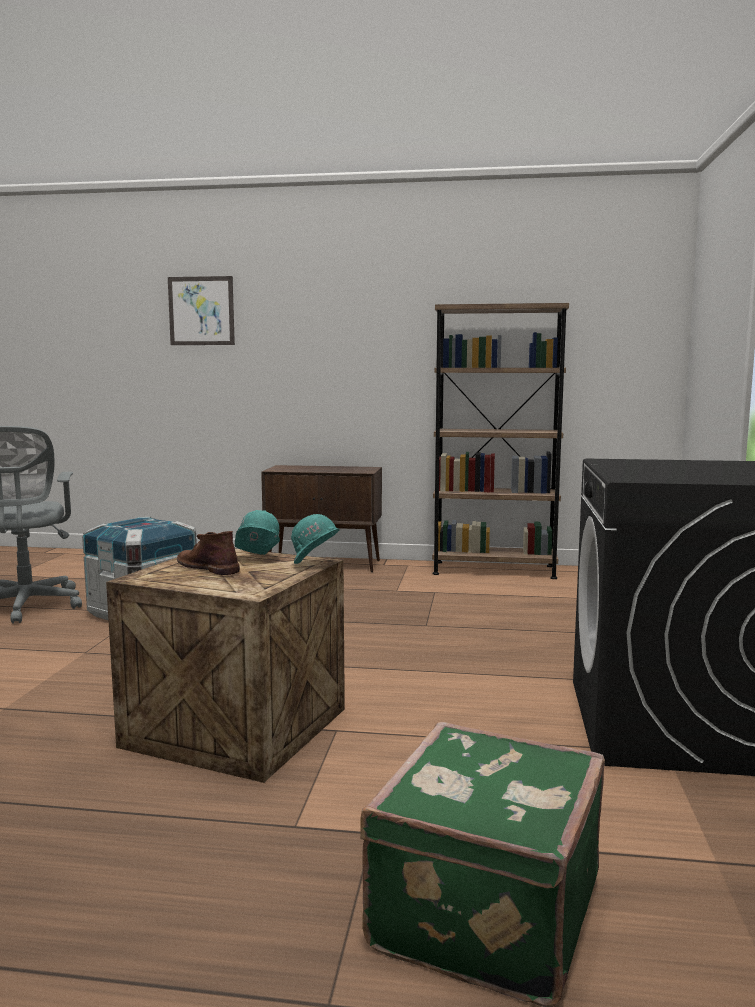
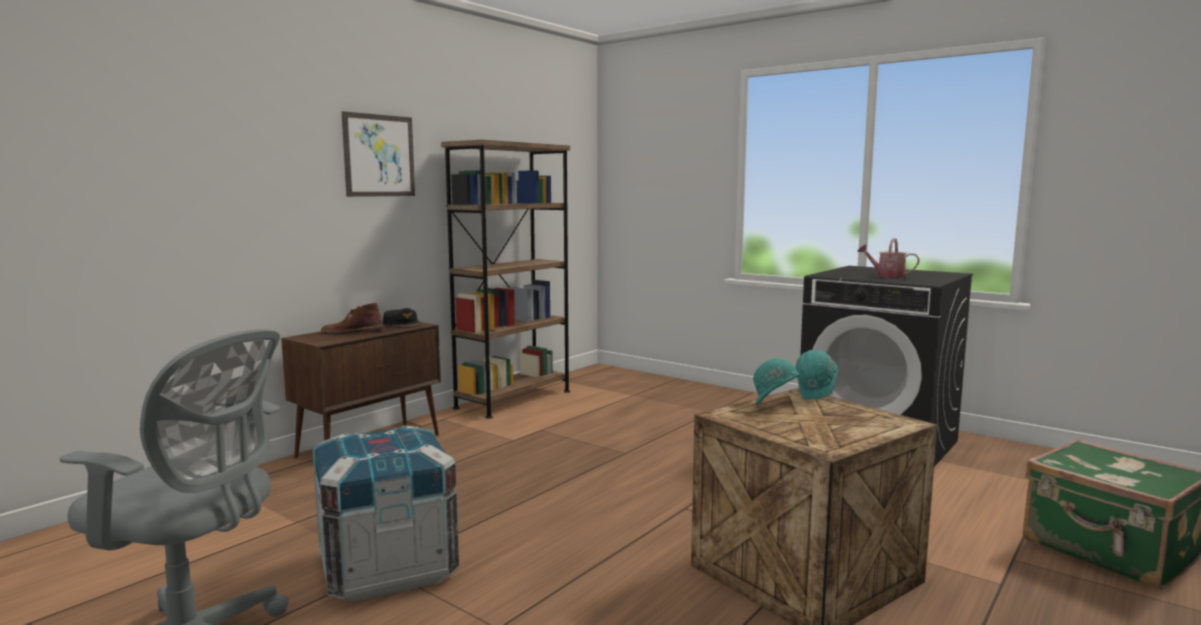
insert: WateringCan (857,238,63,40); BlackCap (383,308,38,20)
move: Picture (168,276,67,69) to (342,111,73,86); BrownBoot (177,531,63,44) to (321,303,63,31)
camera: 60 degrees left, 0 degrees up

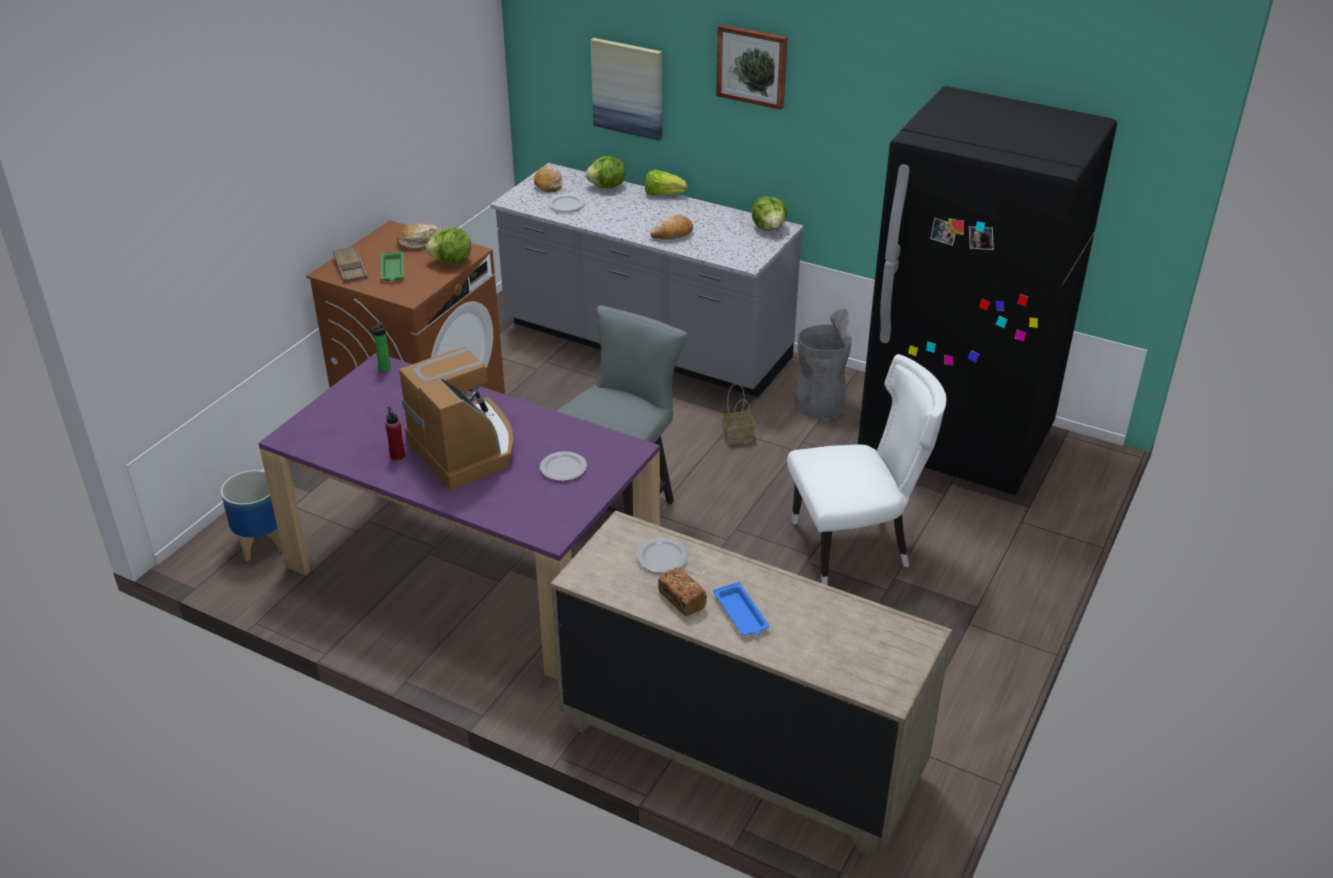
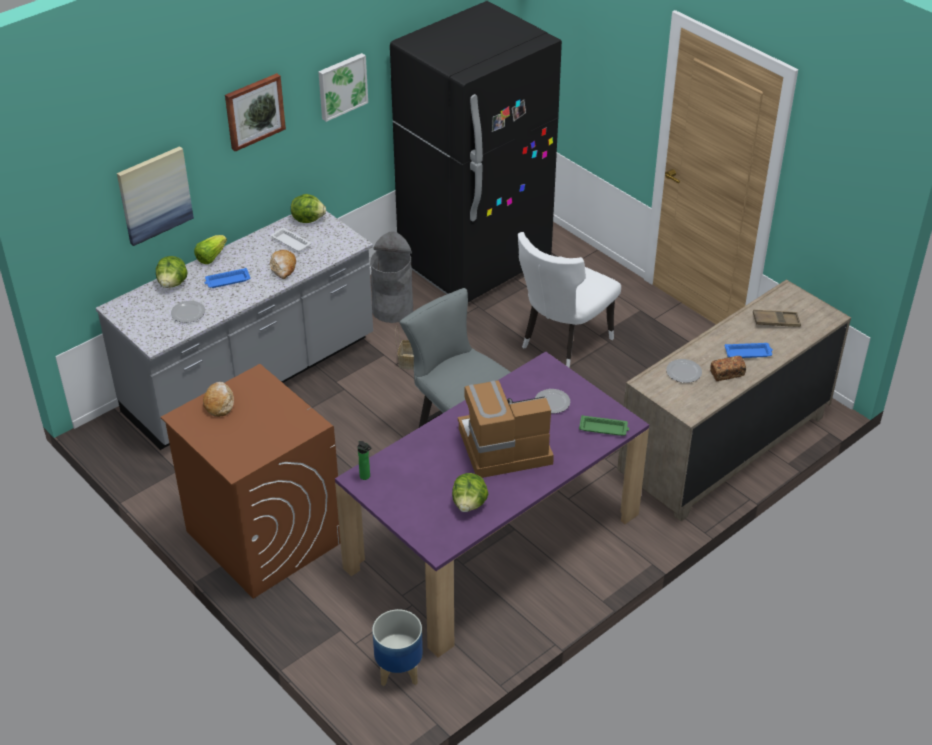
delete: Bread (534,165,29,27); RedBottle (385,407,20,53)
insert: Picture (318,53,50,69); WhiteTray (271,228,40,24); BlueTray (205,268,45,20)
move: Lettuce (426,228,45,36) to (452,473,36,39); BrownTray (333,246,35,36) to (753,310,48,17); GreenTray (381,251,23,30) to (579,415,50,21)
rotate: WhiteChair (787,354,159,231) = (518,232,103,136) 150 degrees counterclockwise
camera: 70 degrees left, 5 degrees up

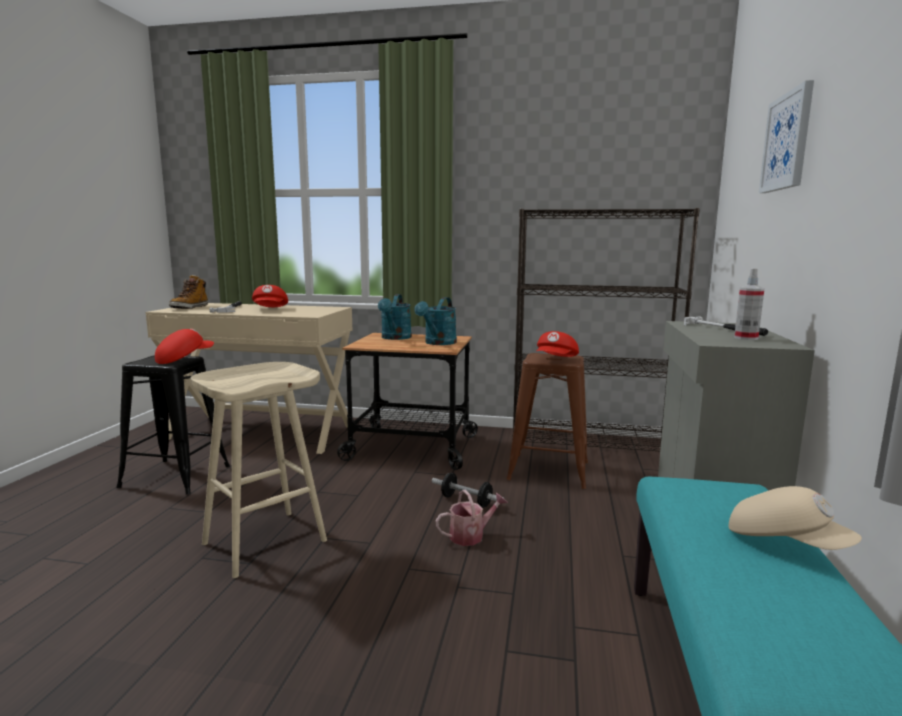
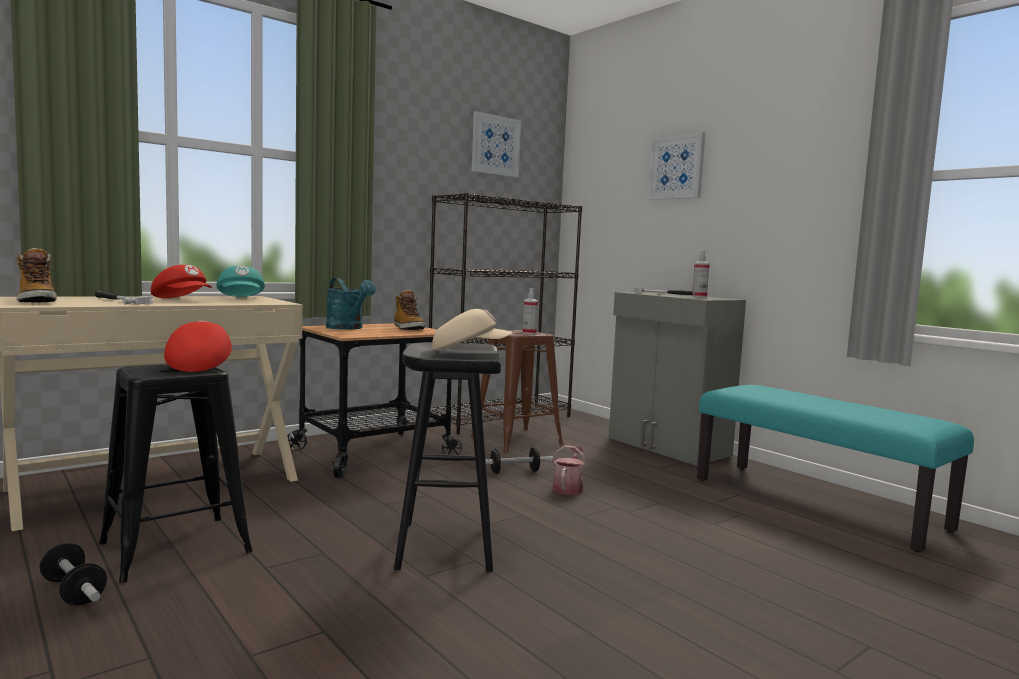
insert: Picture (472,111,49,66); TurquoiseCap (216,266,49,31); Dumbbell (40,542,67,64)
move: BeigeCap (728,486,134,64) to (432,309,81,42)
replace: TurquoiseWateringCan (414,297,43,48) to Boot (394,290,32,40); RedCap (537,331,42,26) to SprayBottle (523,288,15,46)
recolor: BeigeStool (191,362,136,216) to BlackStool (394,342,107,230)
camera: 50 degrees left, 5 degrees down

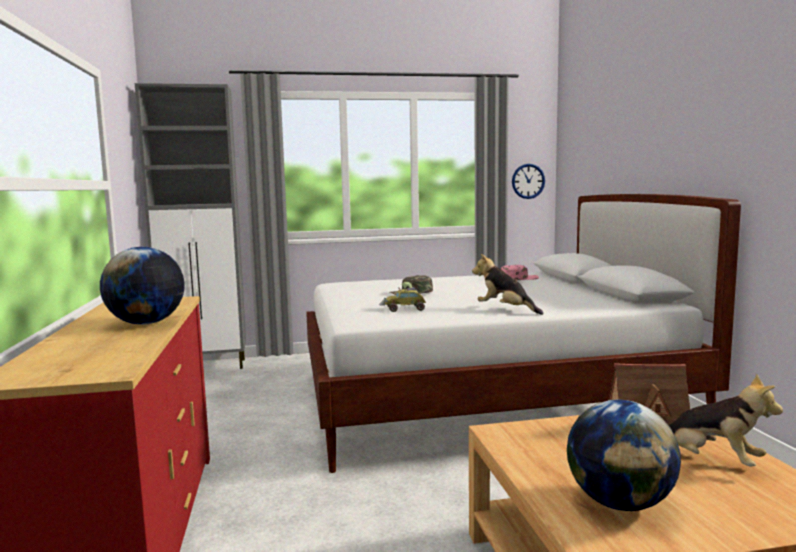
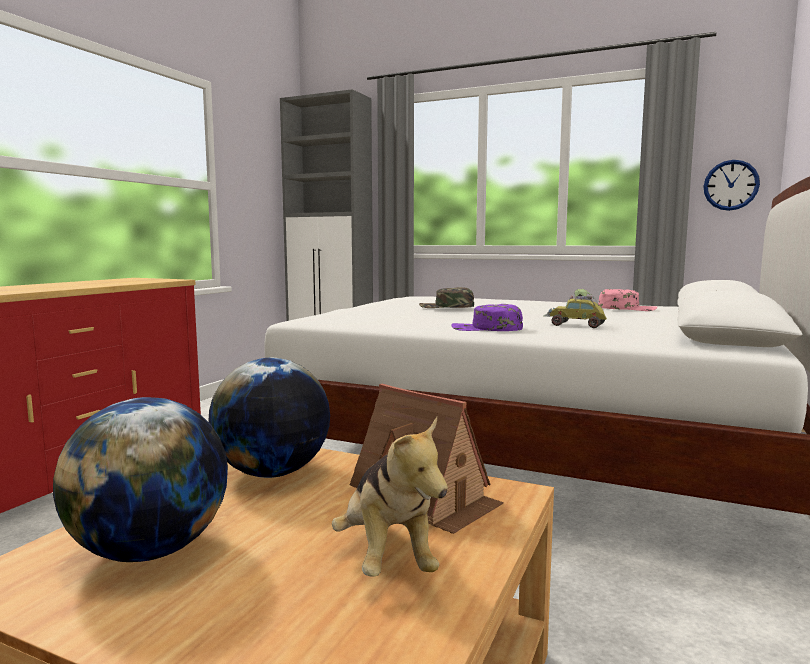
move: Globe (100,247,85,78) to (208,358,122,120); ToyCar (379,282,47,30) to (543,289,64,39)
replace: PlushToy (472,254,72,61) to PurpleCap (452,304,71,27)
camera: 35 degrees right, 0 degrees up

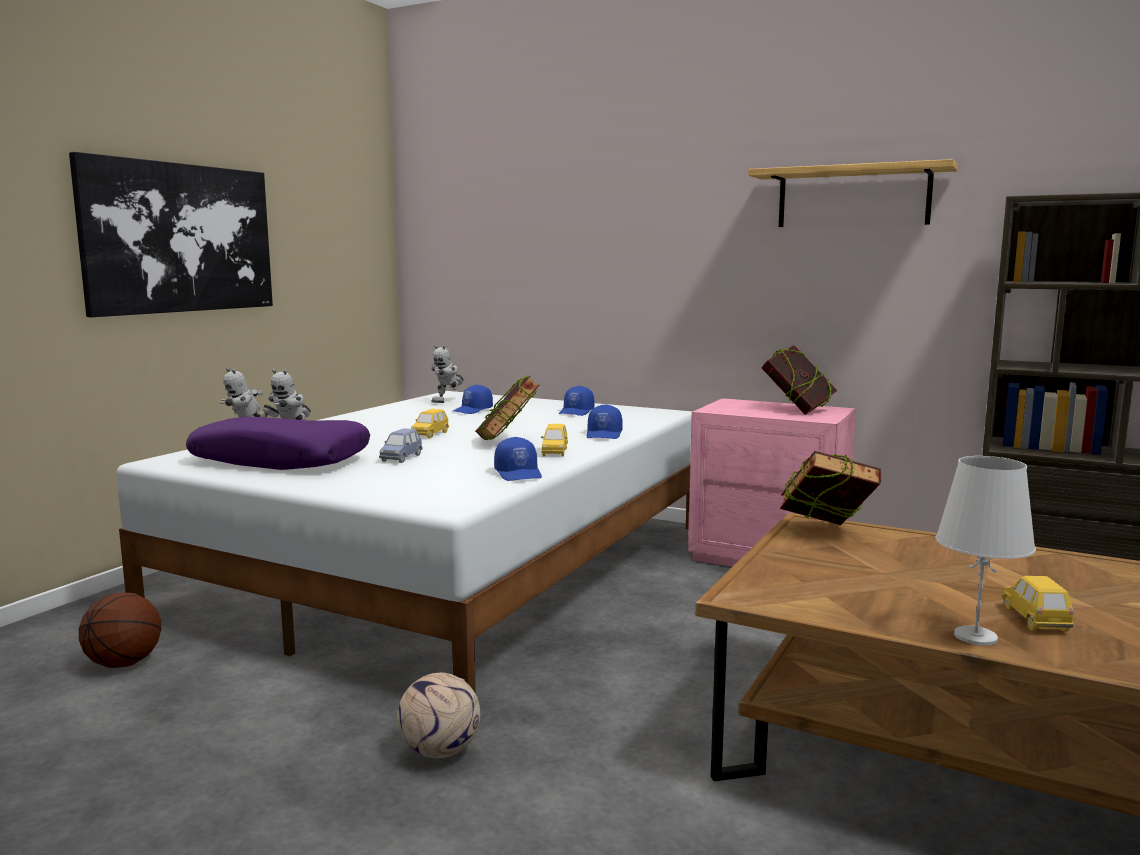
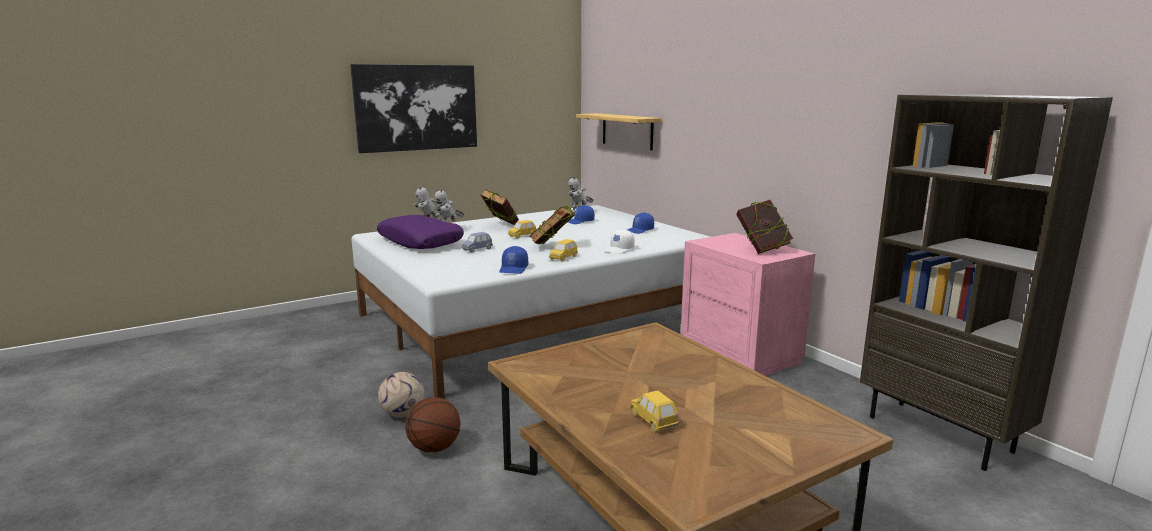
delete: WhiteTableLamp (936,456,100,190)
move: Shelf (748,159,210,68) to (576,113,85,37); Book (780,451,101,74) to (481,189,38,36); Basketball (79,593,82,75) to (405,397,56,55)
recolor: BlueCap (586,404,37,35) to WhiteCap (604,229,31,25)
rotate: YellowToyCar (1003,576,71,56) = (630,390,49,42) 60 degrees counterclockwise
camera: 30 degrees right, 5 degrees up

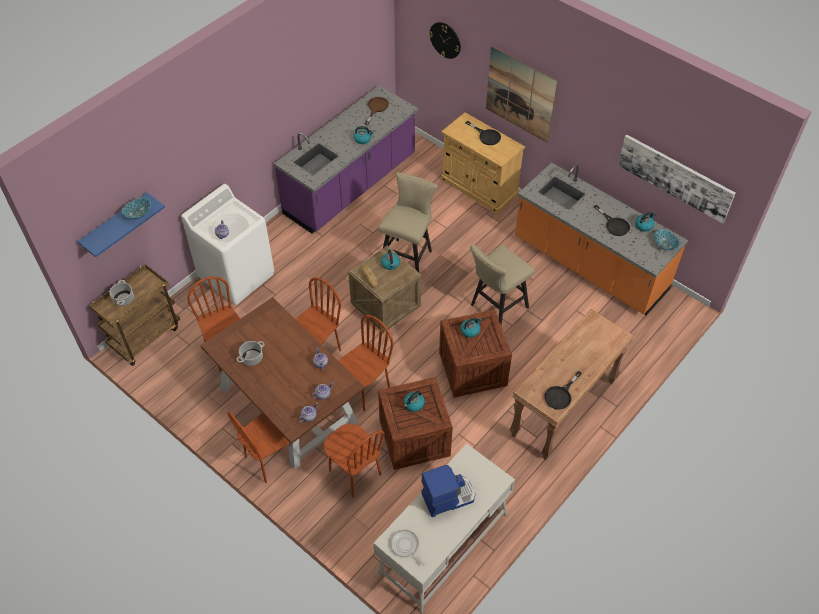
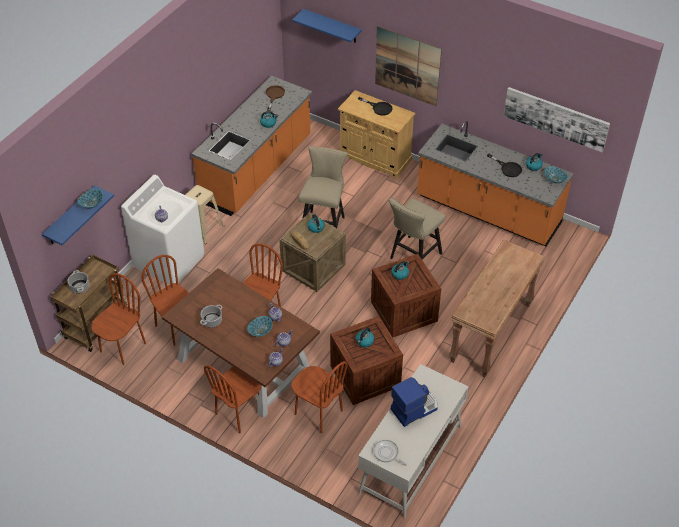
delete: BlackFryingPan (544,371,38,39)
insert: BeigeStool (186,185,39,59); Bowl (247,316,26,21)
move: BrownChair (339,315,55,96) to (91,273,55,92)
replace: WallClock (429,22,32,37) to BlueShelf (292,9,70,34)
recolor: PurpleCounter (274,85,144,149) to OrangeCounter (192,76,120,140)
camera: 10 degrees left, 5 degrees down

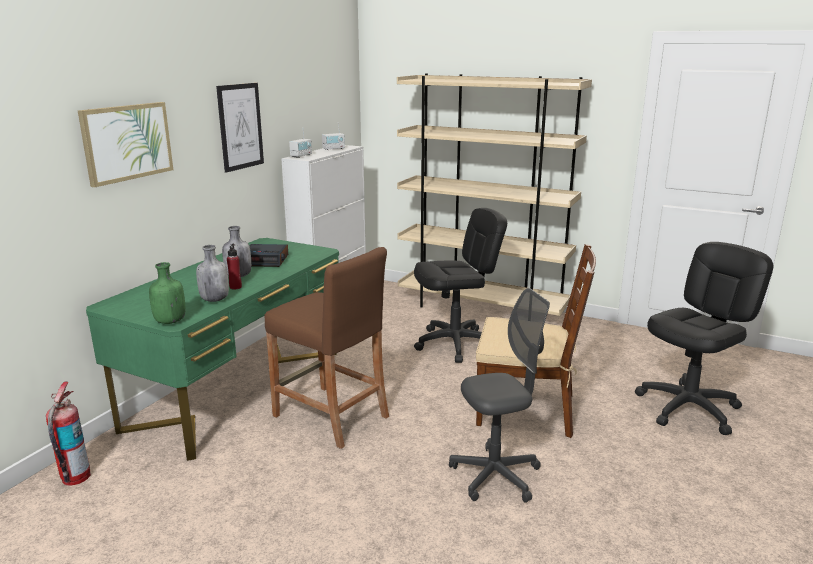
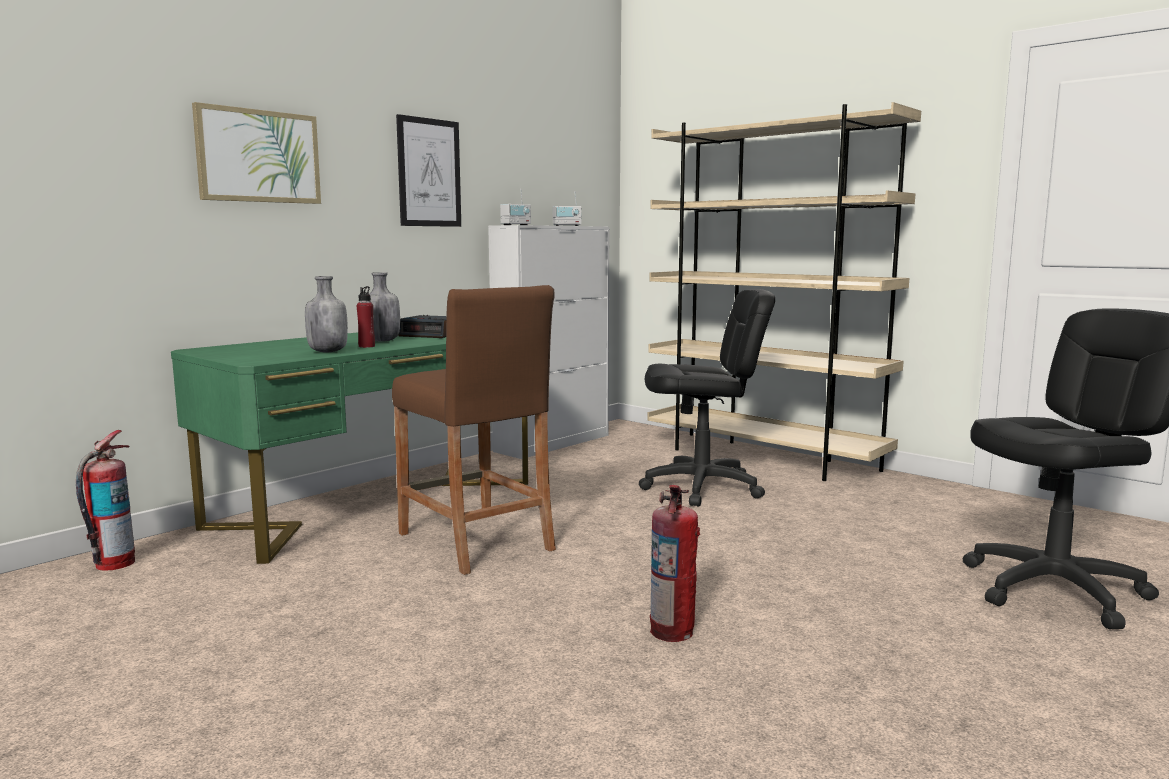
delete: BrownChair (476,244,120,194); GreenBottle (149,262,36,62)
replace: GreyOfficeChair (449,288,101,215) to FireExtinguisher (650,485,50,157)
camera: 15 degrees right, 10 degrees down

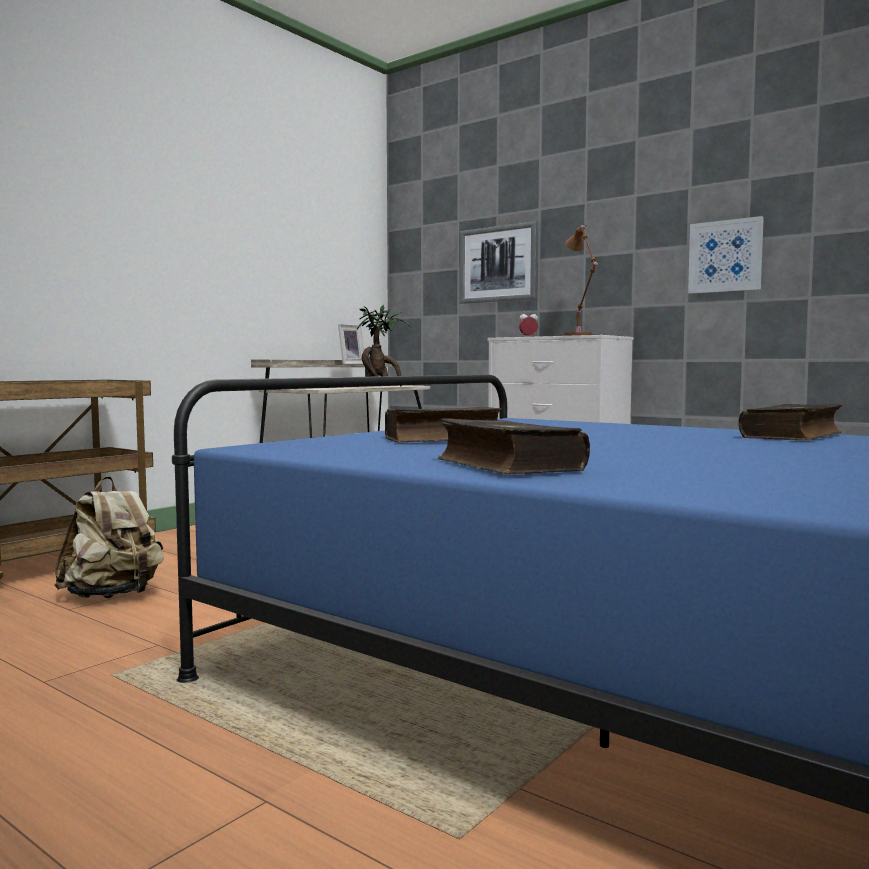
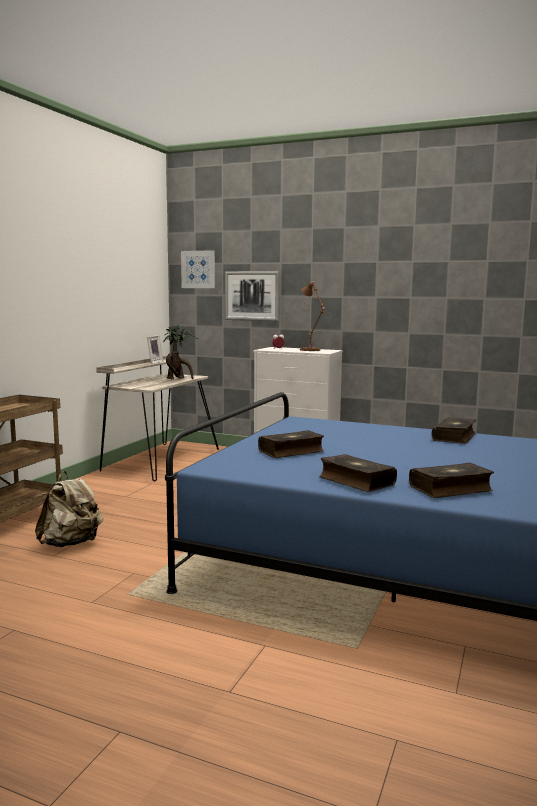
insert: Book (409,463,85,35)
move: Picture (688,216,76,78) to (181,250,34,38)
camera: 15 degrees left, 5 degrees up

